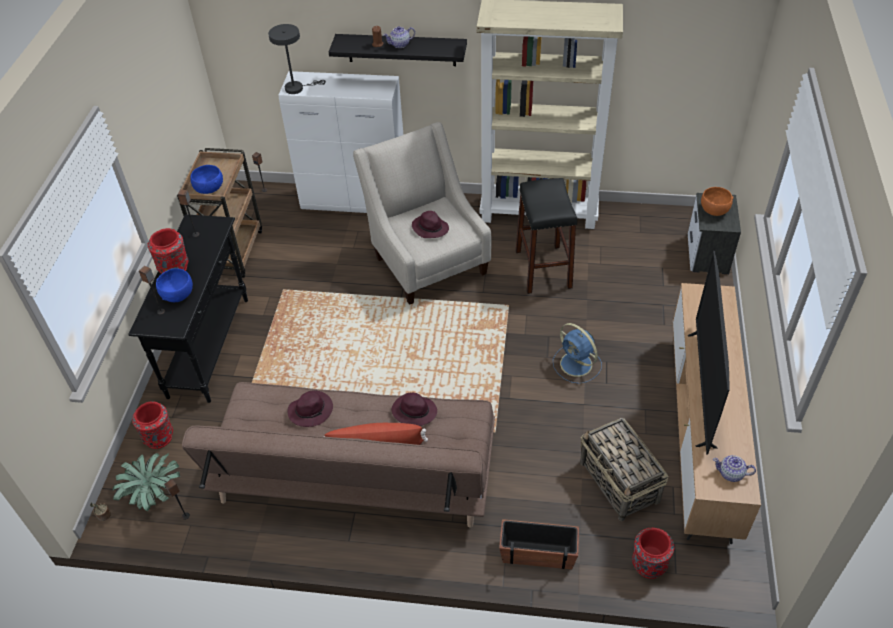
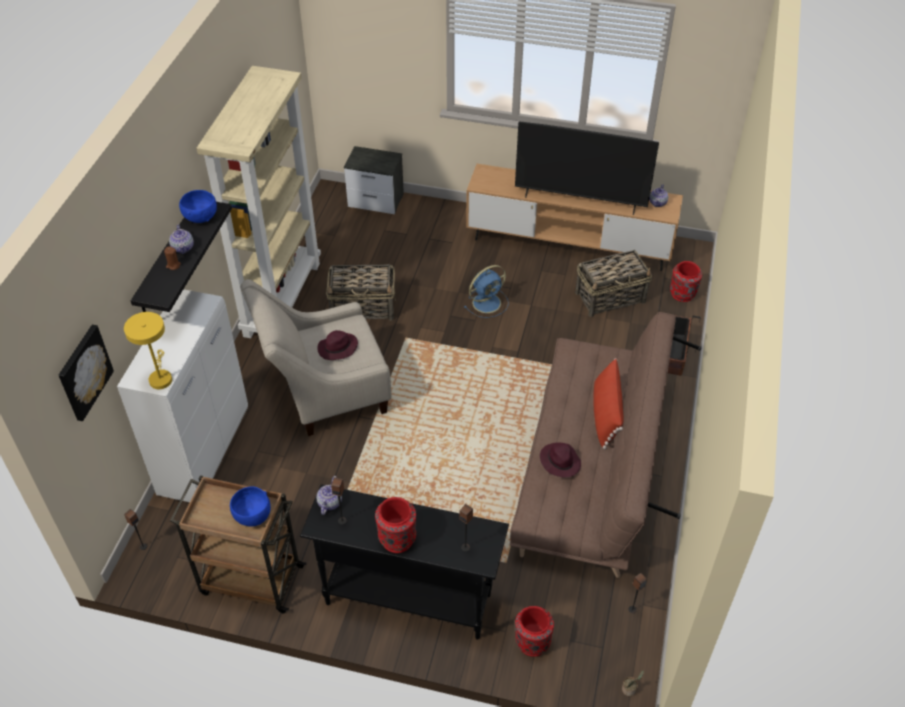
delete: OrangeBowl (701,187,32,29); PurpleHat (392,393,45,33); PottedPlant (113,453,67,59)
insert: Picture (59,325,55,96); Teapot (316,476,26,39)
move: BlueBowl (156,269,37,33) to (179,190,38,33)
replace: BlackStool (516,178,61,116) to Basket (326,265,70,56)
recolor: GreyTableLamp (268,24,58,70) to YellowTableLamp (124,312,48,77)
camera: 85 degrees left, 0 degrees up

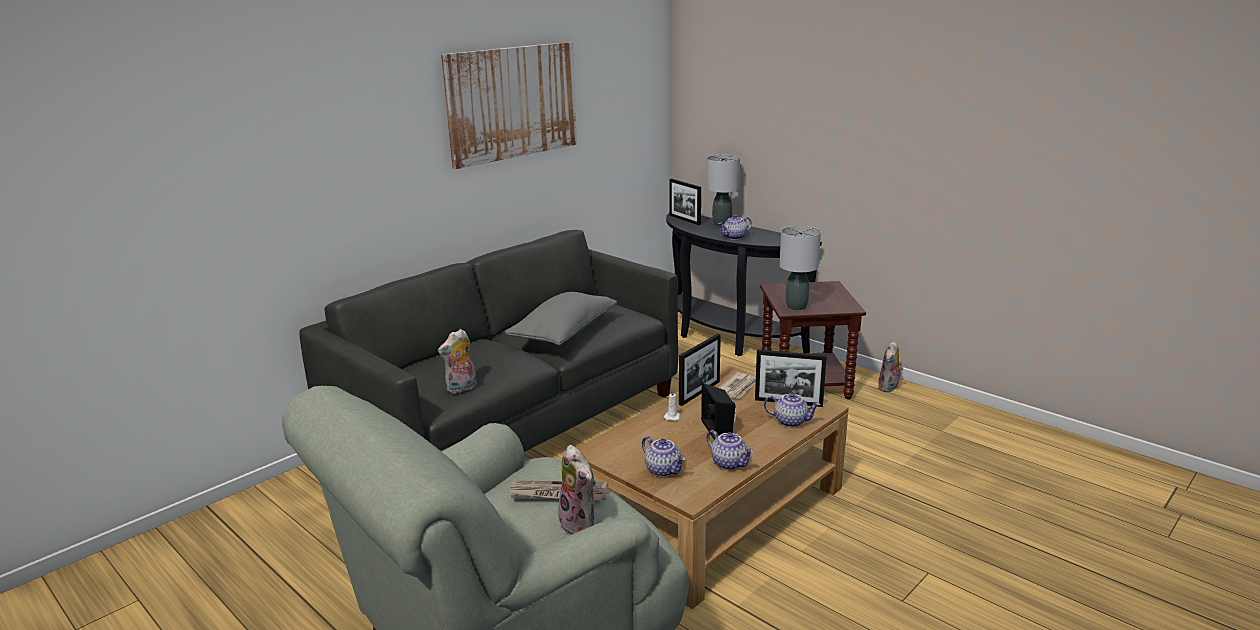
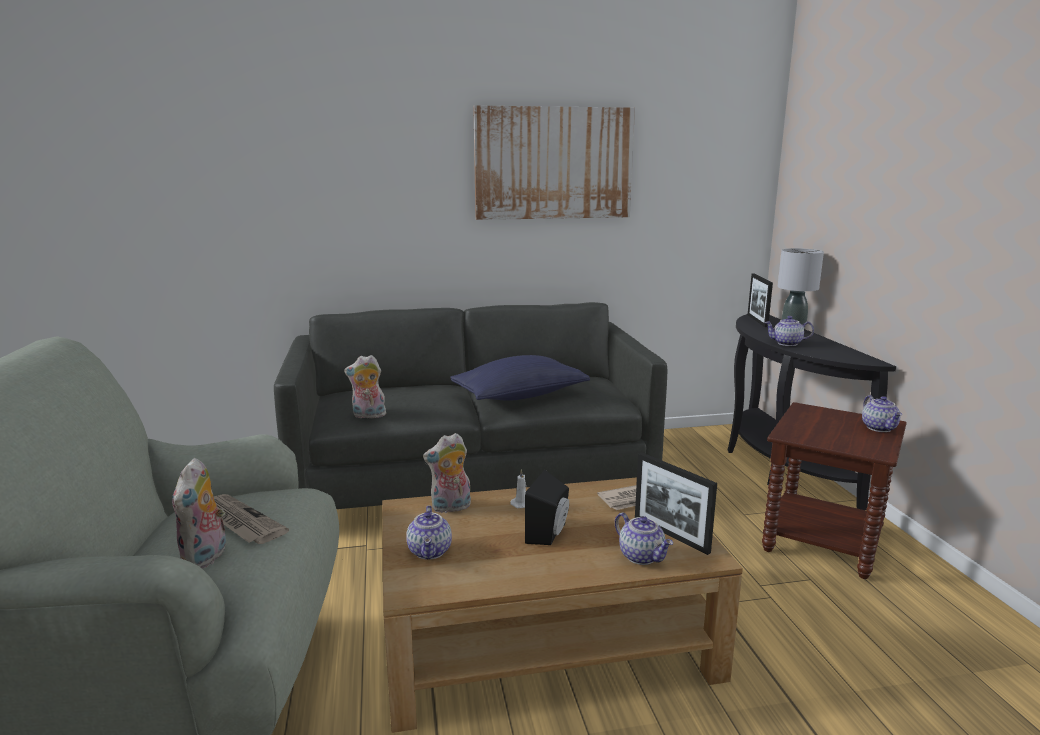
delete: GreyTableLamp (779,226,42,84); PictureFrame (679,334,42,72)
move: PlushToy (878,341,25,52) to (423,433,48,80); Teapot (707,430,47,40) to (862,395,40,37)
recolor: GreyPillow (505,292,112,54) to BluePillow (450,355,140,46)
camera: 35 degrees right, 5 degrees down

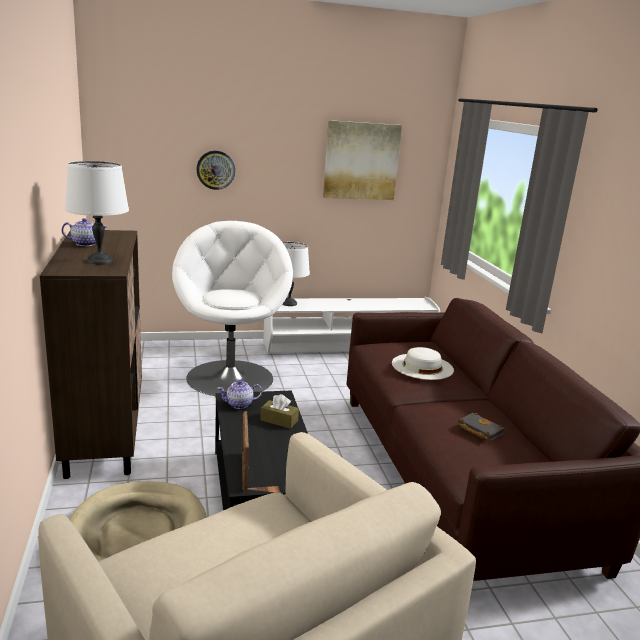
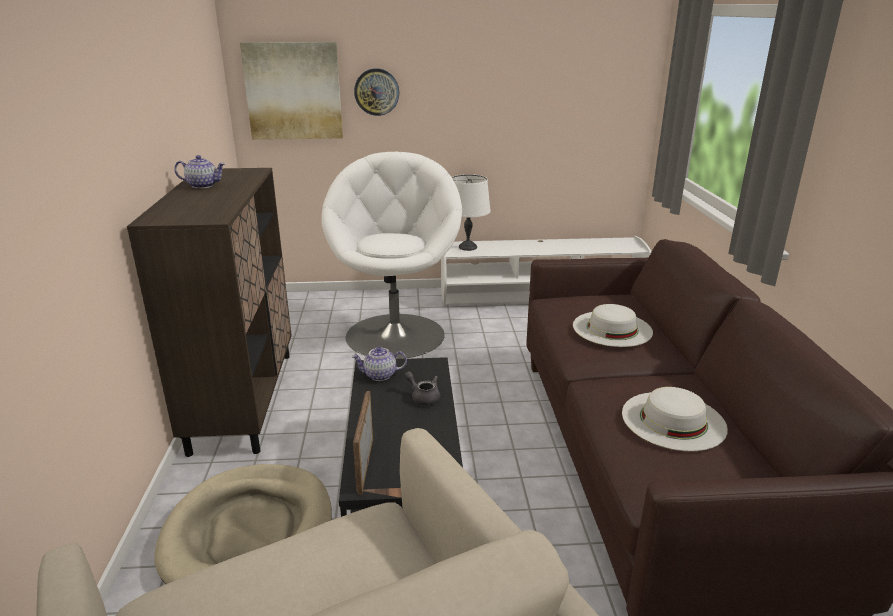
delete: WhiteTableLamp (65,161,64,104)
move: Picture (323,120,79,80) to (240,42,103,98)
replace: BrownTissueBox (260,394,39,35) to GreyTeapot (404,371,36,35); BlackBook (457,413,48,28) to WhiteHat (622,387,106,64)
camera: 10 degrees right, 5 degrees up

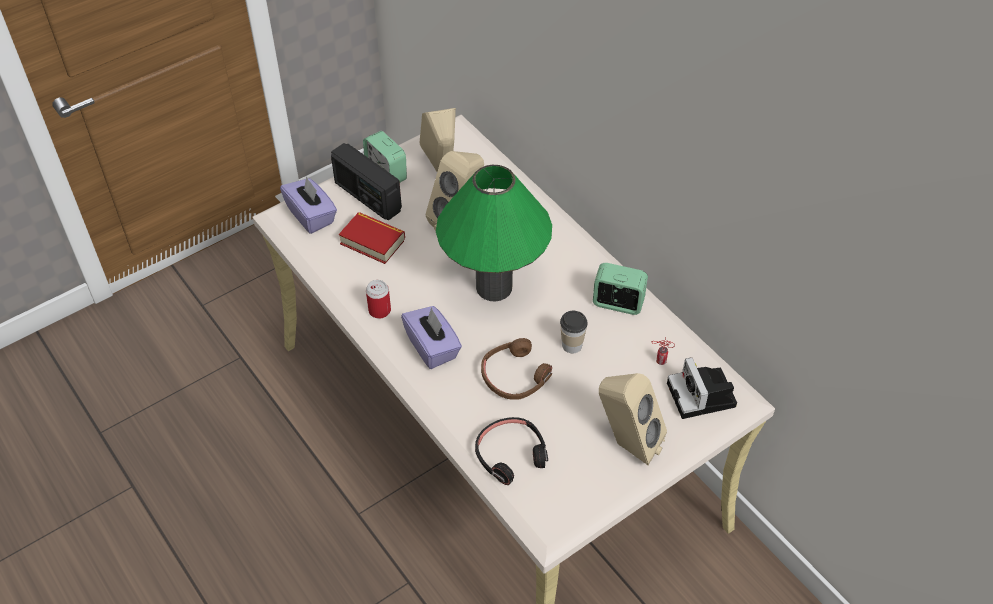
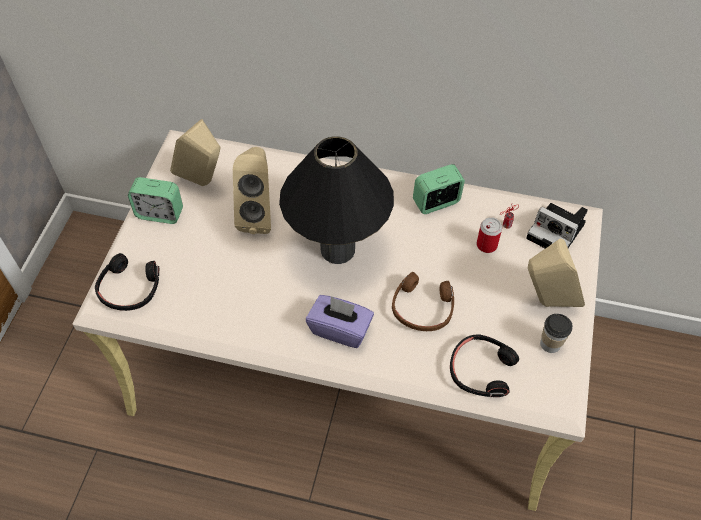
delete: Radio (331,143,71,77); Book (339,212,66,52)
move: Can (366,280,25,39) to (477,217,25,36); Cup (560,311,28,42) to (540,314,33,39)
replace: PurpleTissueBox (280,176,57,58) to BlackHeadphones (95,253,64,58)
recolor: GreenTableLamp (436,165,116,137) to BlackTableLamp (279,136,115,128)
camera: 40 degrees left, 5 degrees up

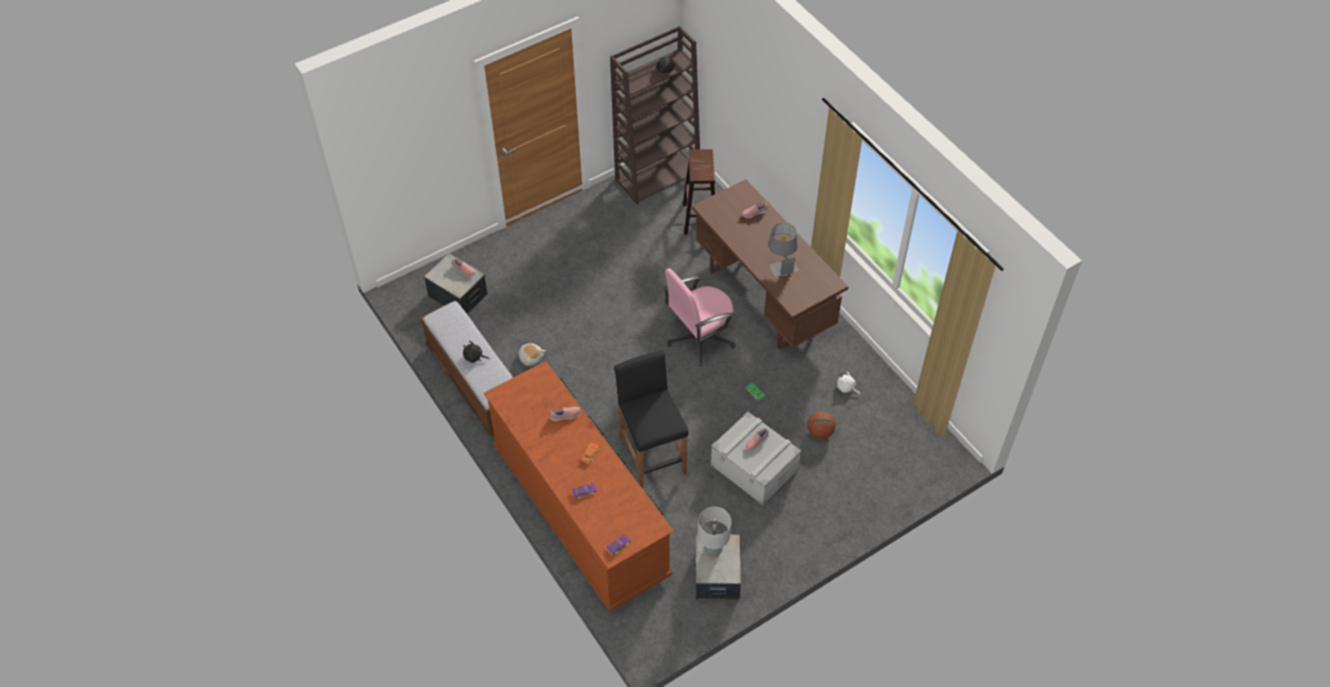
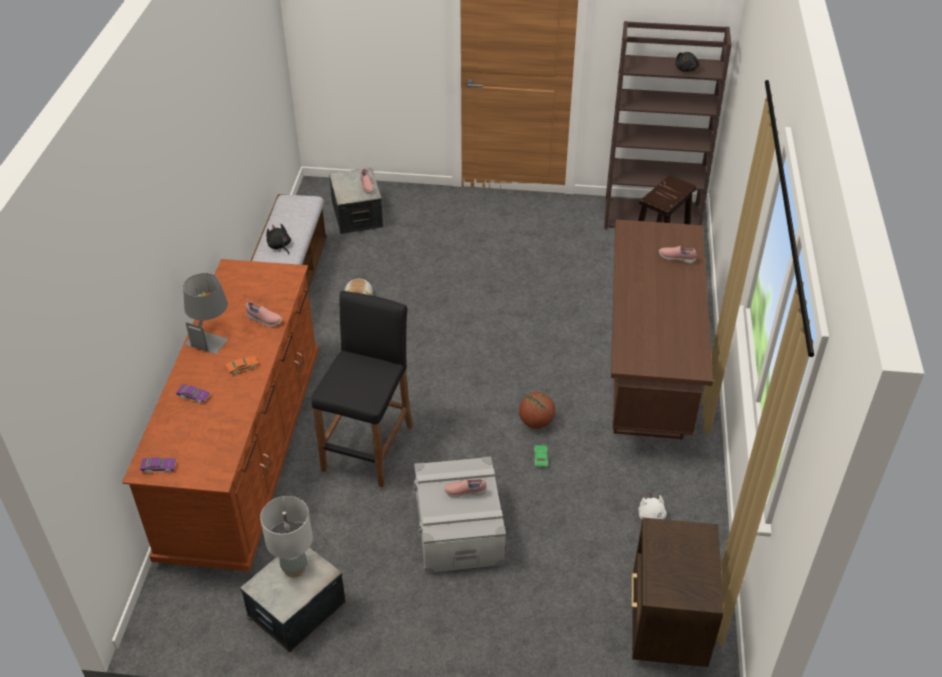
delete: PinkOfficeChair (663,268,72,98)
insert: BrownNightstand (631,518,93,149)
move: GreyTableLamp (768,223,31,54) to (183,273,45,81); Basketball (807,411,28,28) to (519,392,36,37)
camera: 40 degrees right, 10 degrees down

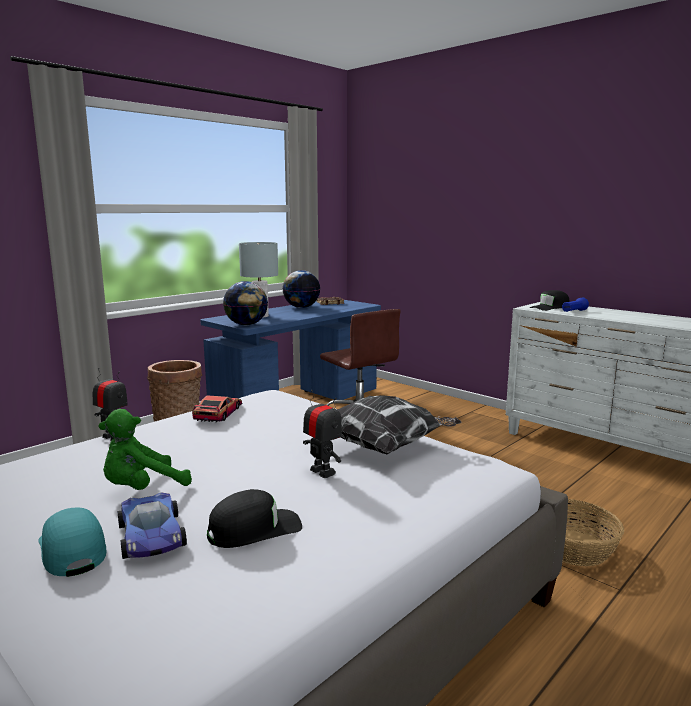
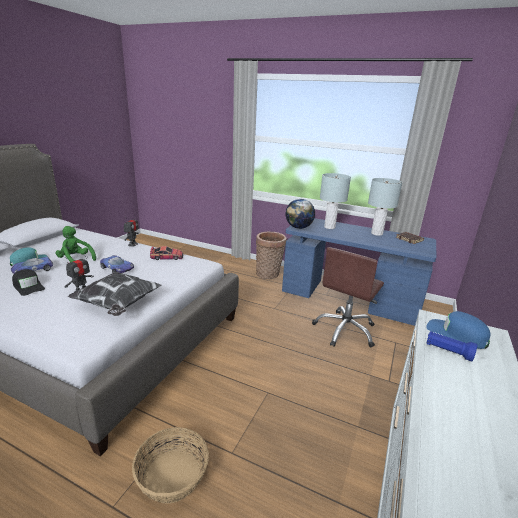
insert: ToyCar (100,255,34,18)
replace: Globe (283,270,37,38) to GreyTableLamp (368,178,35,58)
recolor: BlackCap (530,290,40,21) to BlueCap (426,311,64,38)
camera: 70 degrees right, 10 degrees up

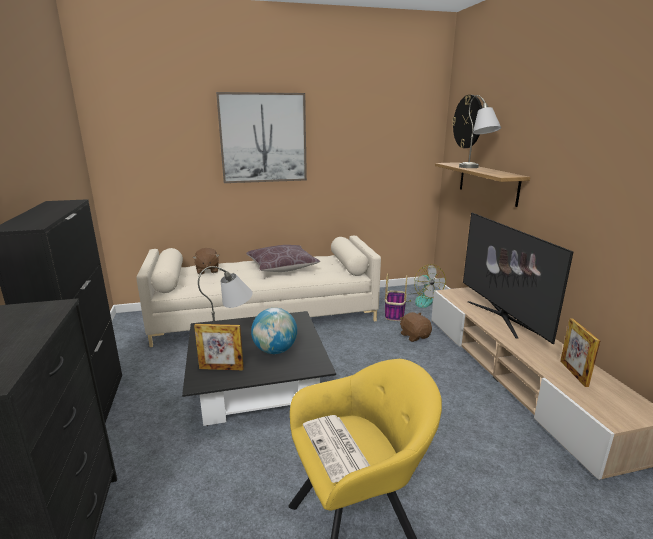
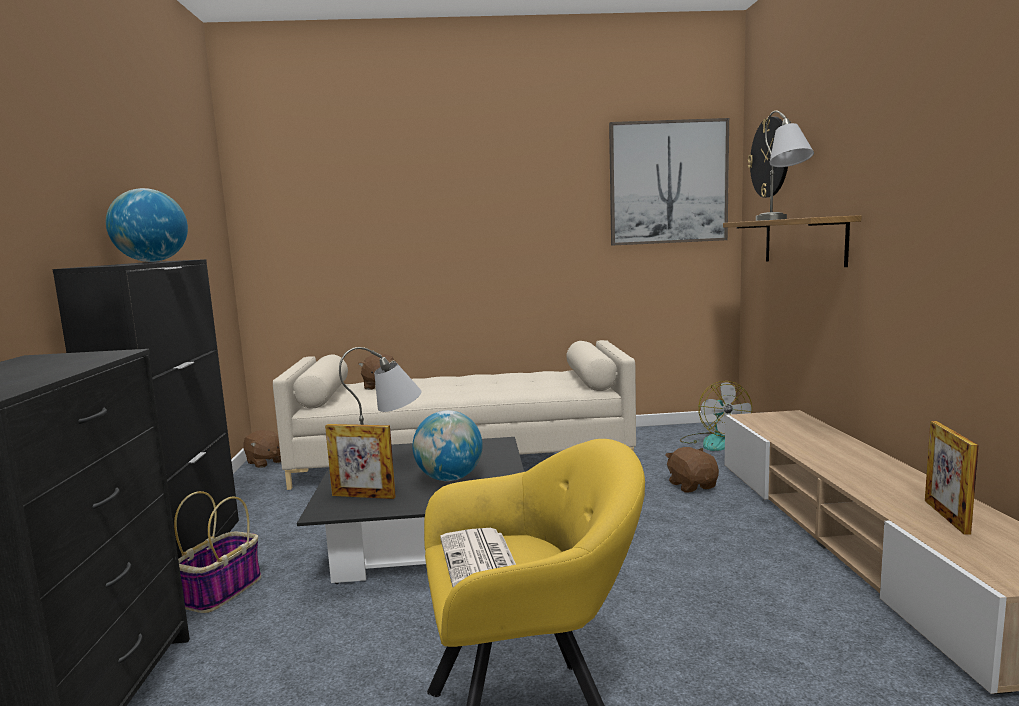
delete: Television (463,213,110,131); BrownPillow (246,245,74,27)
insert: Globe (106,188,82,74); BrownPlushToy (243,430,38,38)
move: Picture (216,92,91,91) to (609,118,120,128); Basket (385,273,22,48) to (174,491,87,122)
camera: 10 degrees right, 10 degrees down

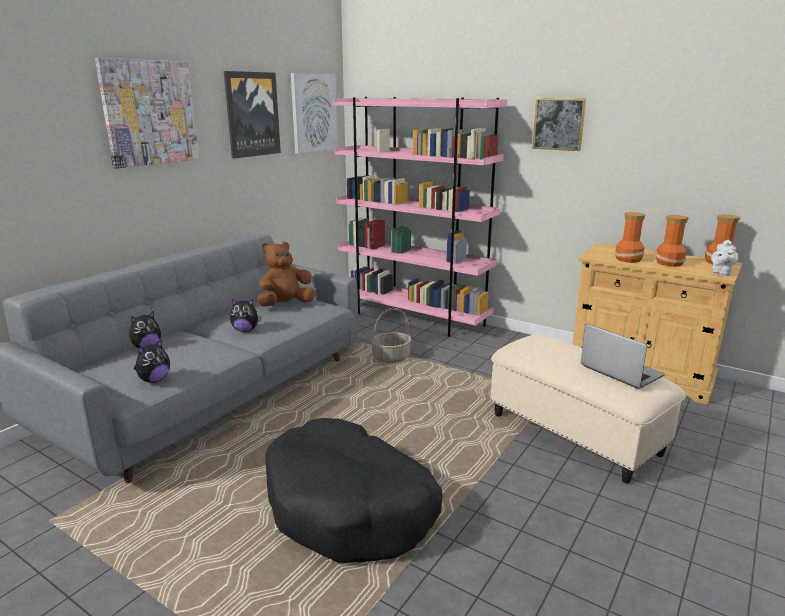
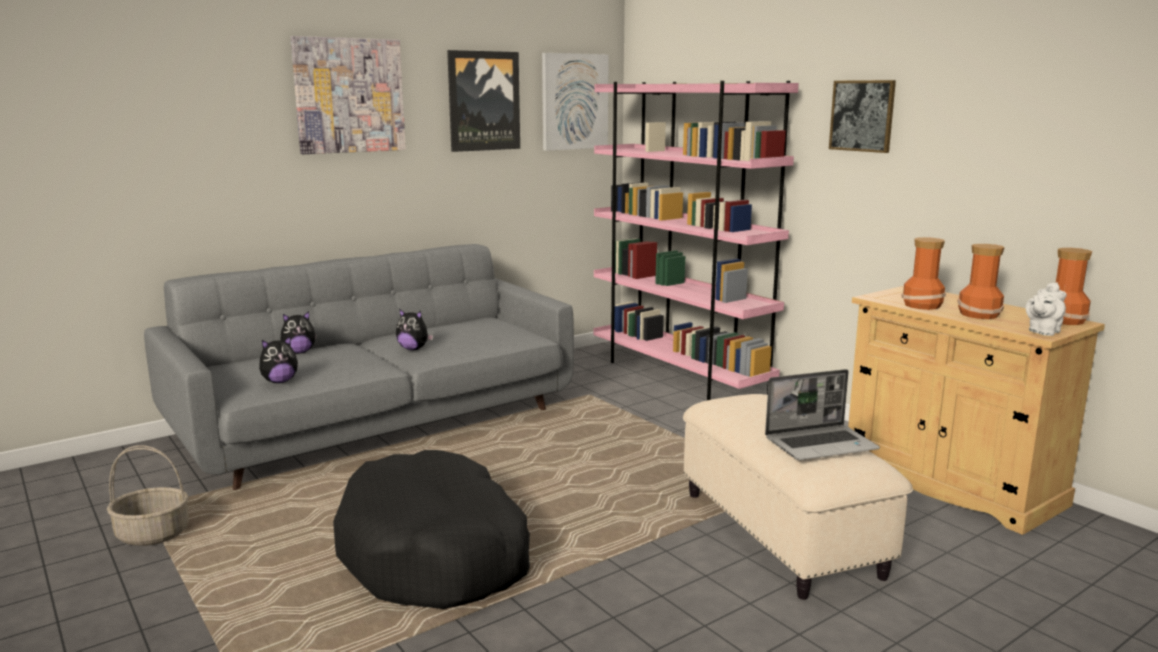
delete: BrownPlushToy (257,242,58,65)
move: Basket (371,308,41,55) to (107,445,82,101)
rotate: Laptop (581,324,84,65) = (765,369,115,91) 90 degrees clockwise
camera: 20 degrees right, 5 degrees down

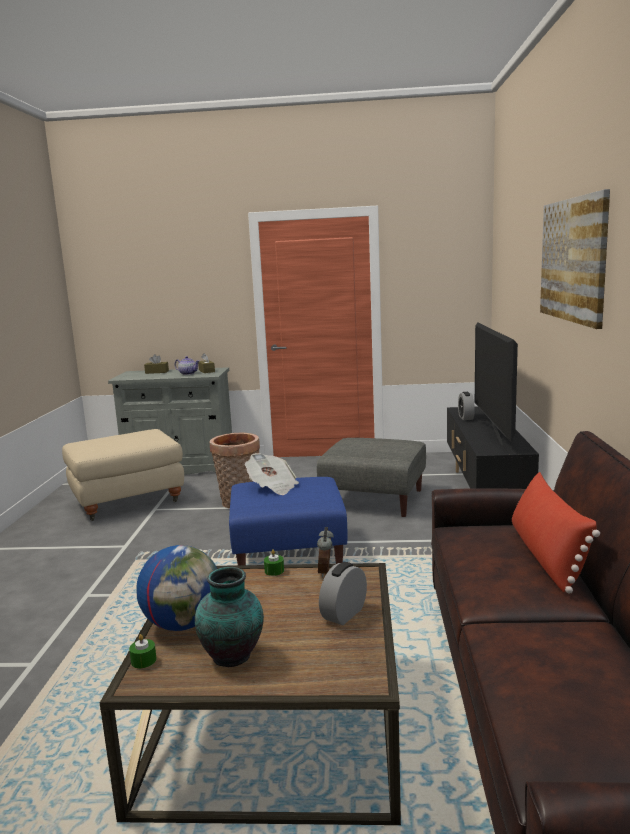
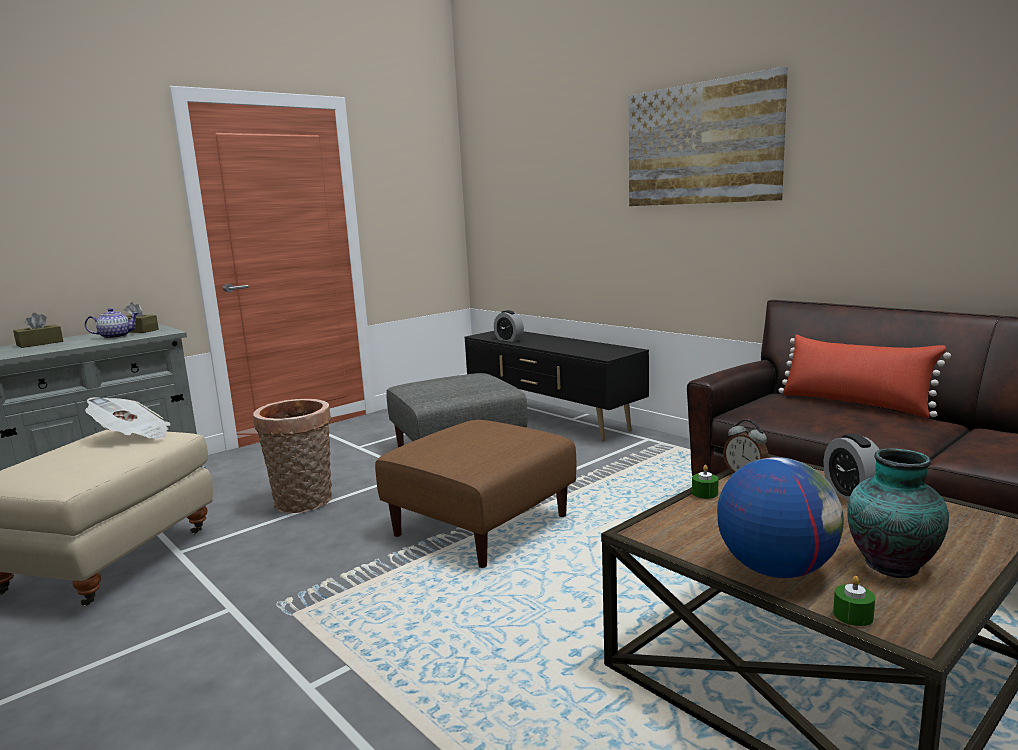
delete: Television (475,322,43,124)
move: Newspaper (245,453,54,42) to (85,397,86,42)
recolor: BlueOttoman (229,477,119,88) to BrownOttoman (375,420,201,148)
camera: 45 degrees left, 0 degrees up

